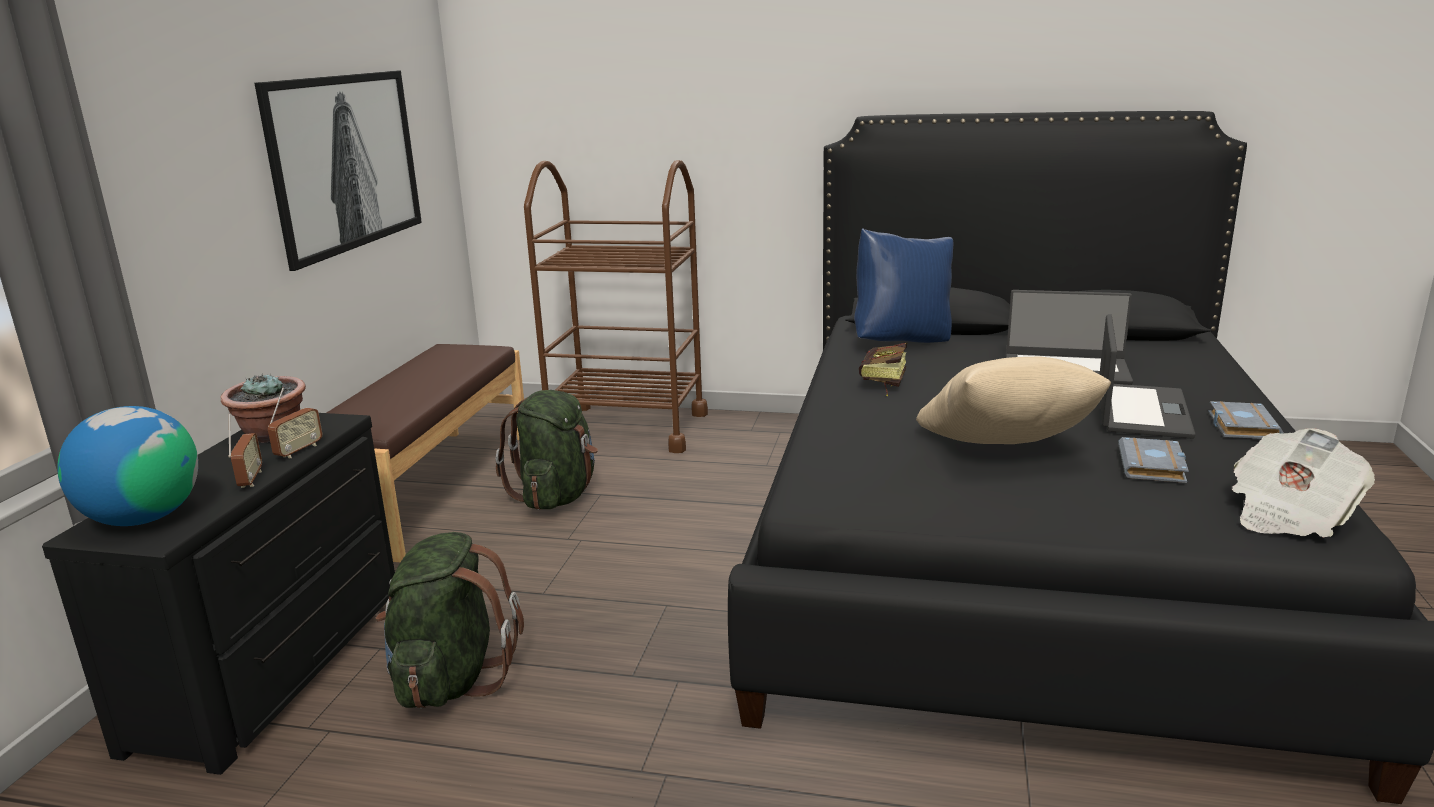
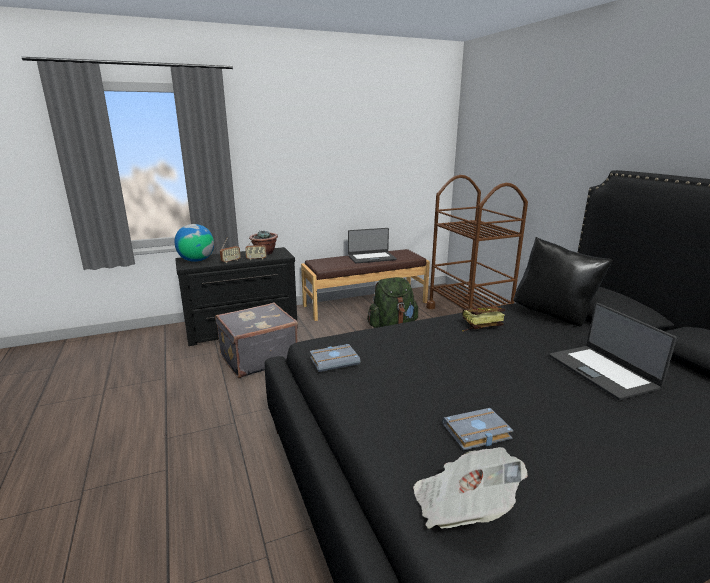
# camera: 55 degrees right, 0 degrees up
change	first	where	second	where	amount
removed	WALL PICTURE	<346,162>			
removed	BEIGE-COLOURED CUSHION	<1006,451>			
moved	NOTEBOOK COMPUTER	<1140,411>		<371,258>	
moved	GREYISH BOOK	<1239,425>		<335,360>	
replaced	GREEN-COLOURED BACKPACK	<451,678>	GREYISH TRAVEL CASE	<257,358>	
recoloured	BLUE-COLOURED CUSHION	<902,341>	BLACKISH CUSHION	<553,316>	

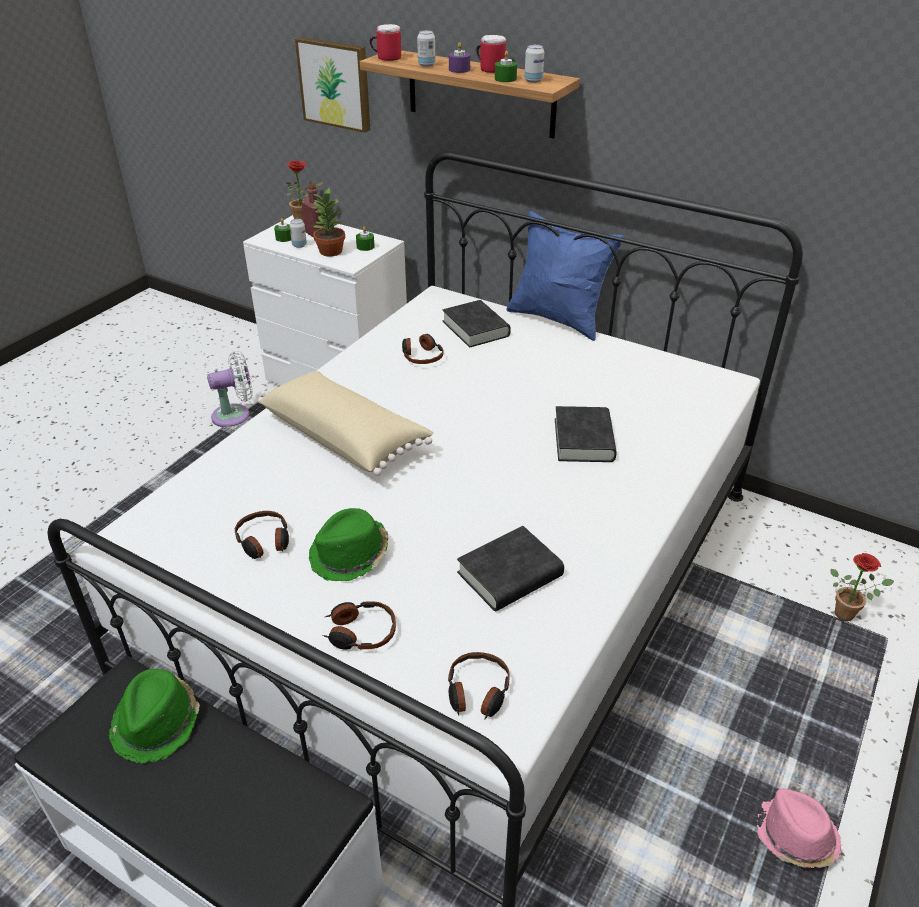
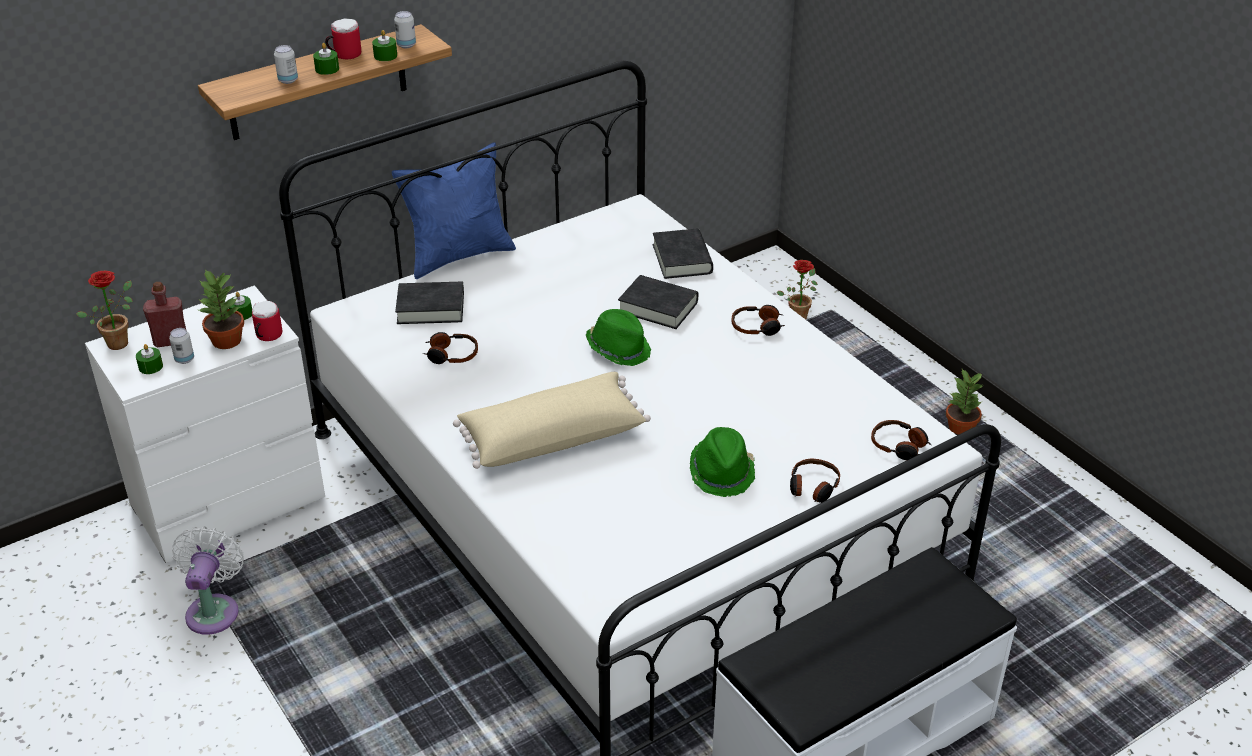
# camera: 65 degrees left, 0 degrees up
change	first	where	second	where	amount
removed	WALL PICTURE	<336,83>			
moved	GREEN-COLOURED CLOTHING HAT	<158,723>		<619,349>	
moved	HEADSET	<264,541>		<757,327>	
moved	TEA MUG	<386,58>		<266,336>	
moved	BLACKISH BOOK	<510,575>		<682,259>	
replaced	PINK CLOTHING HAT	<794,836>	POTTED PLANT	<961,428>	
recoloured	PURPLISH WAX CANDLE	<459,69>	GREEN-COLOURED WAX CANDLE	<327,69>	

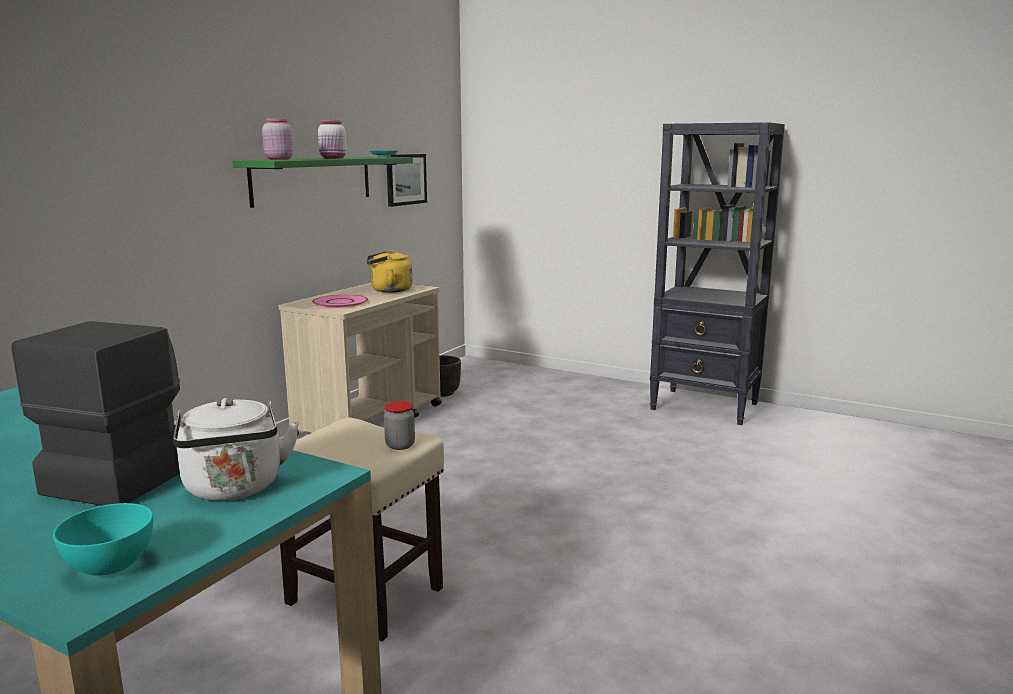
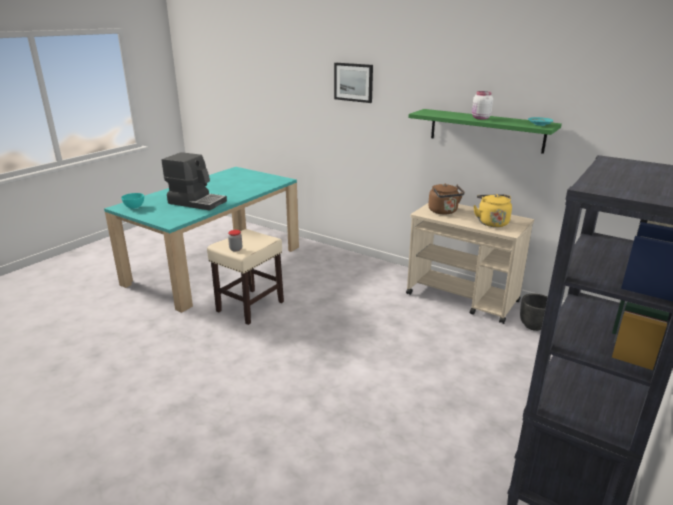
# camera: 95 degrees right, 10 degrees up
change	first	where	second	where	amount
removed	WHITE TEA KETTLE	<235,489>			
removed	PINK STORAGE JAR	<278,159>			
moved	WALL PICTURE	<405,179>		<353,82>	
replaced	PINK FLAT DISH	<340,302>	BROWNISH TEA KETTLE	<444,211>	

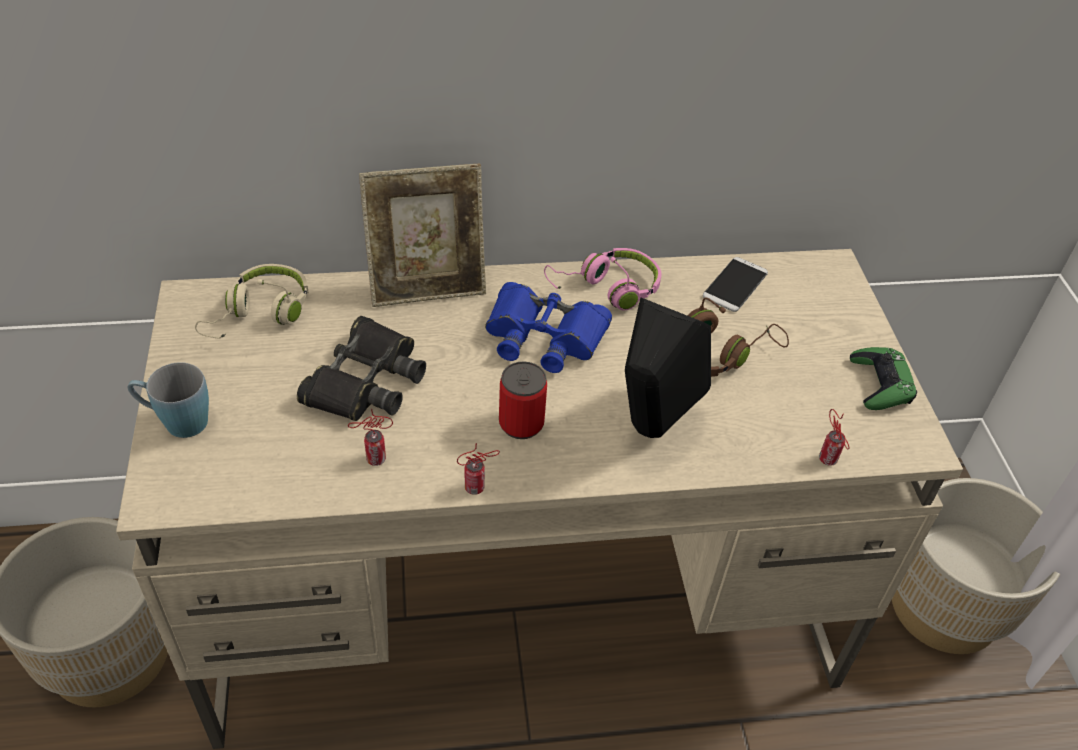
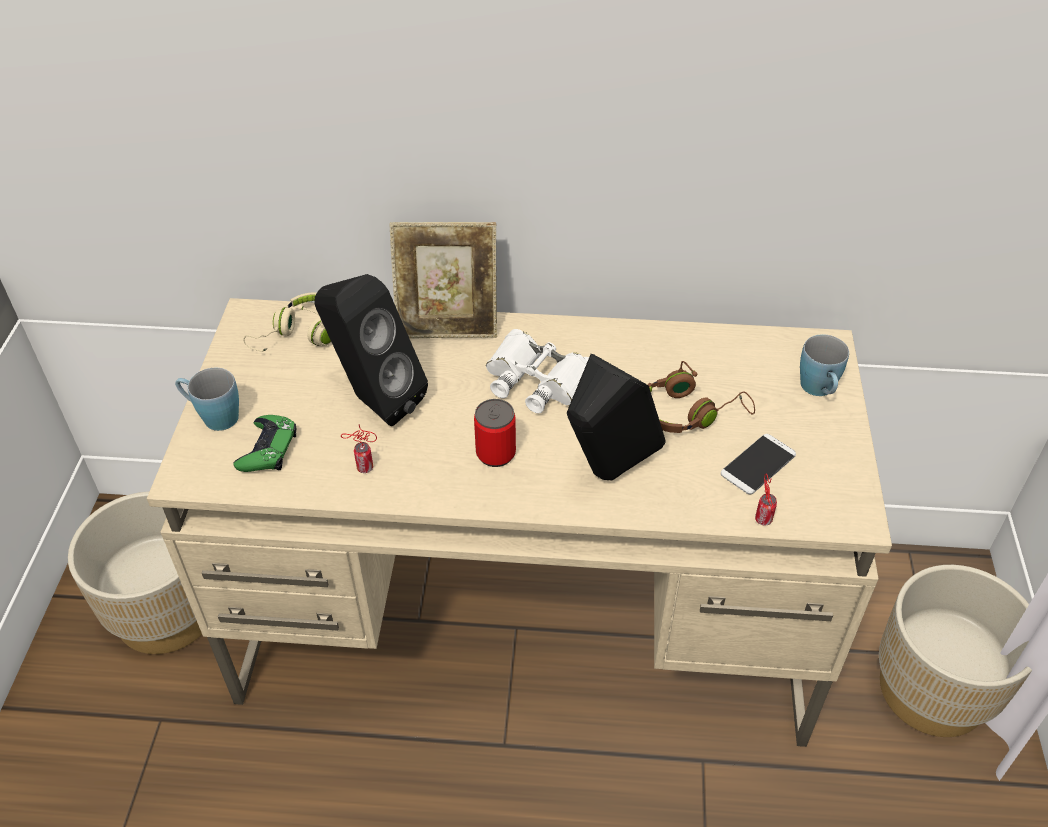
# camera: 15 degrees right, 0 degrees up
change	first	where	second	where	amount
removed	SEALED CAN	<477,487>			
removed	PINK HEADSET	<607,289>			
added			BLUE-COLOURED TEA MUG	<819,391>	
moved	PHONE	<735,285>		<758,464>	
moved	GREEN-COLOURED GAMEPAD	<880,384>		<268,449>	
replaced	BLACKISH FIELD GLASSES	<366,380>	BLACKISH SPEAKER	<374,401>	
recoloured	BLUE-COLOURED FIELD GLASSES	<544,336>	WHITE FIELD GLASSES	<538,380>	

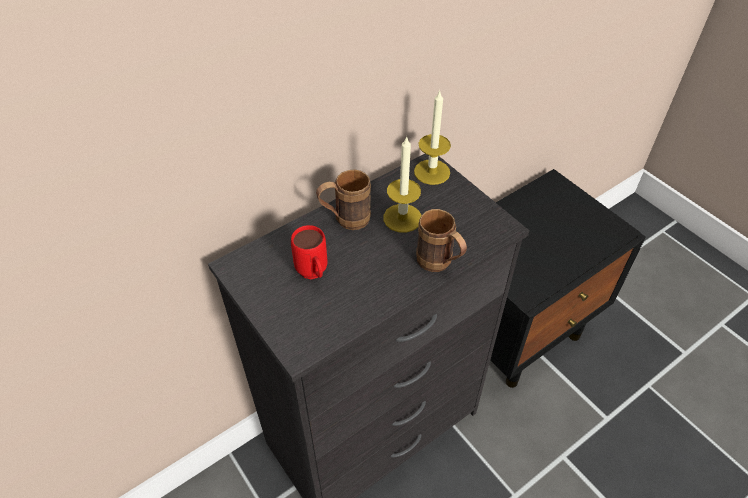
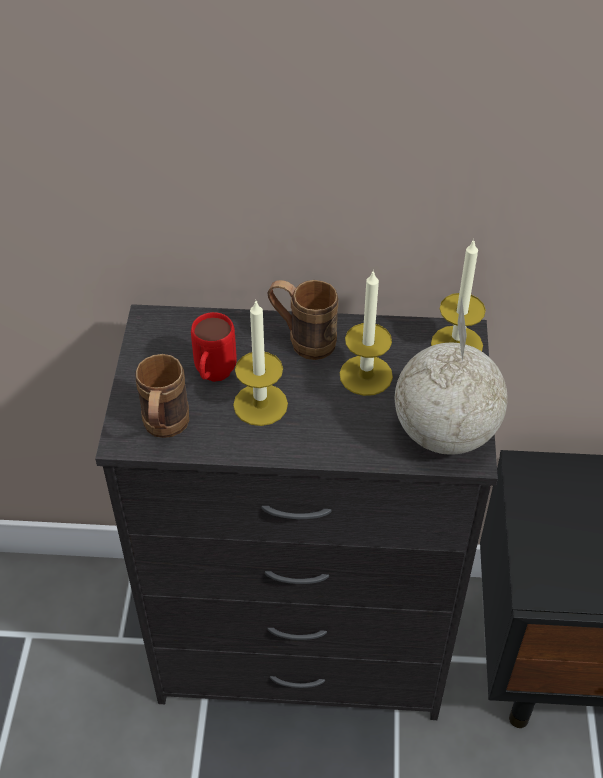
# camera: 40 degrees right, 0 degrees up
change	first	where	second	where	amount
added			WAX CANDLE	<260,404>	
added			GLOBE	<445,432>	
moved	BROWNISH TEA MUG	<439,265>		<164,430>	

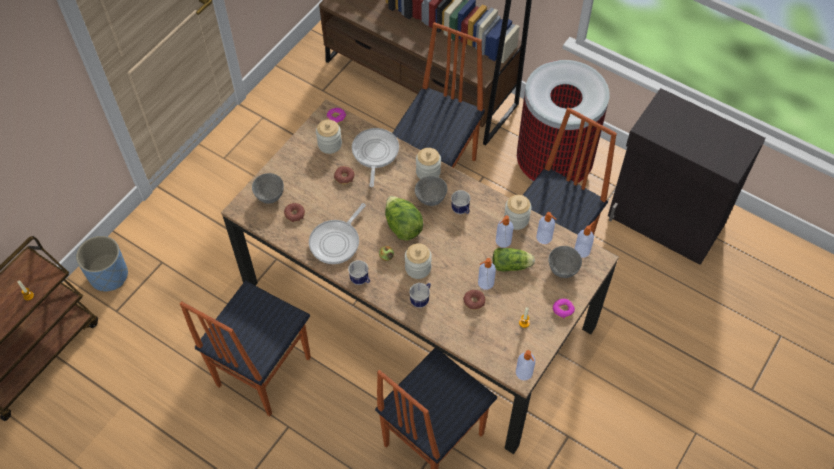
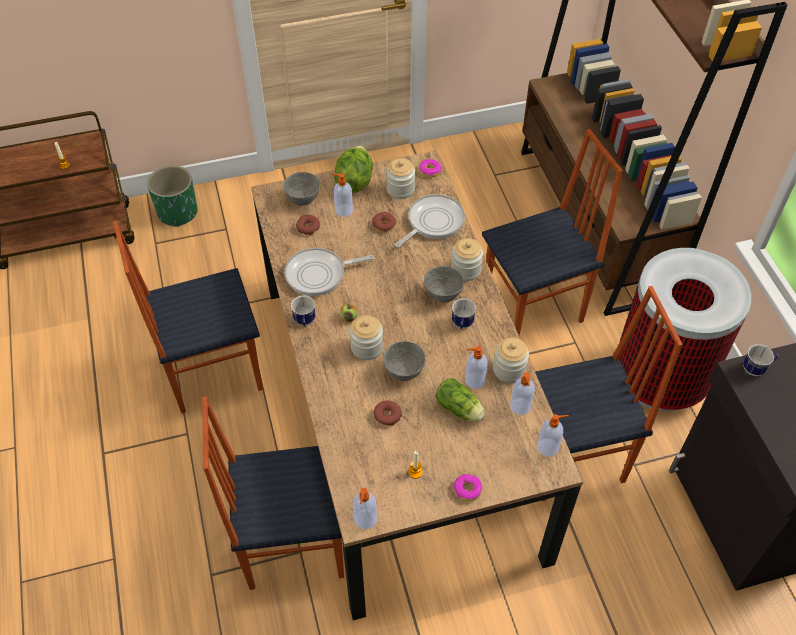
# camera: 40 degrees right, 5 degrees down
change	first	where	second	where	amount
moved	HEAD OF LETTUCE	<402,226>		<354,181>	
moved	TEA MUG	<421,299>		<756,369>	
moved	SOAP DISPENSER	<485,283>		<343,210>	
moved	GREYISH SERVING BOWL	<562,270>		<403,372>	
recoloured	BLUE-COLOURED PLANT POT	<109,275>	GREEN-COLOURED PLANT POT	<177,212>	

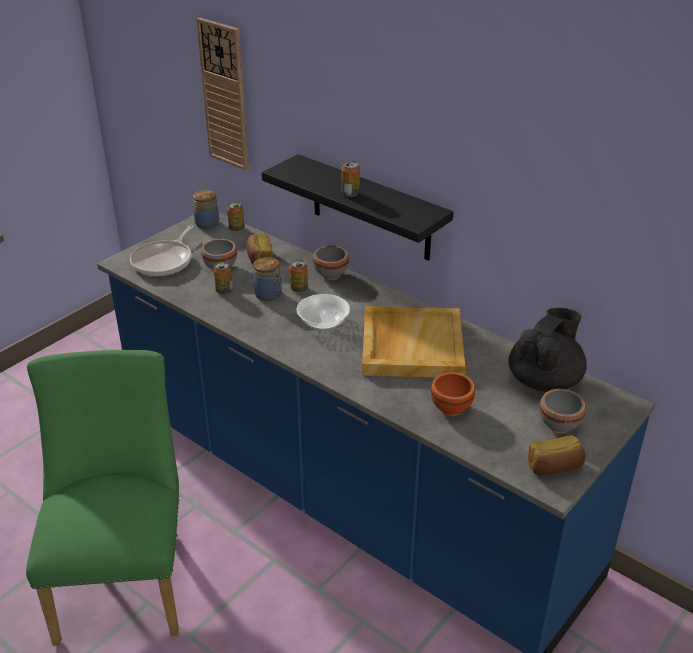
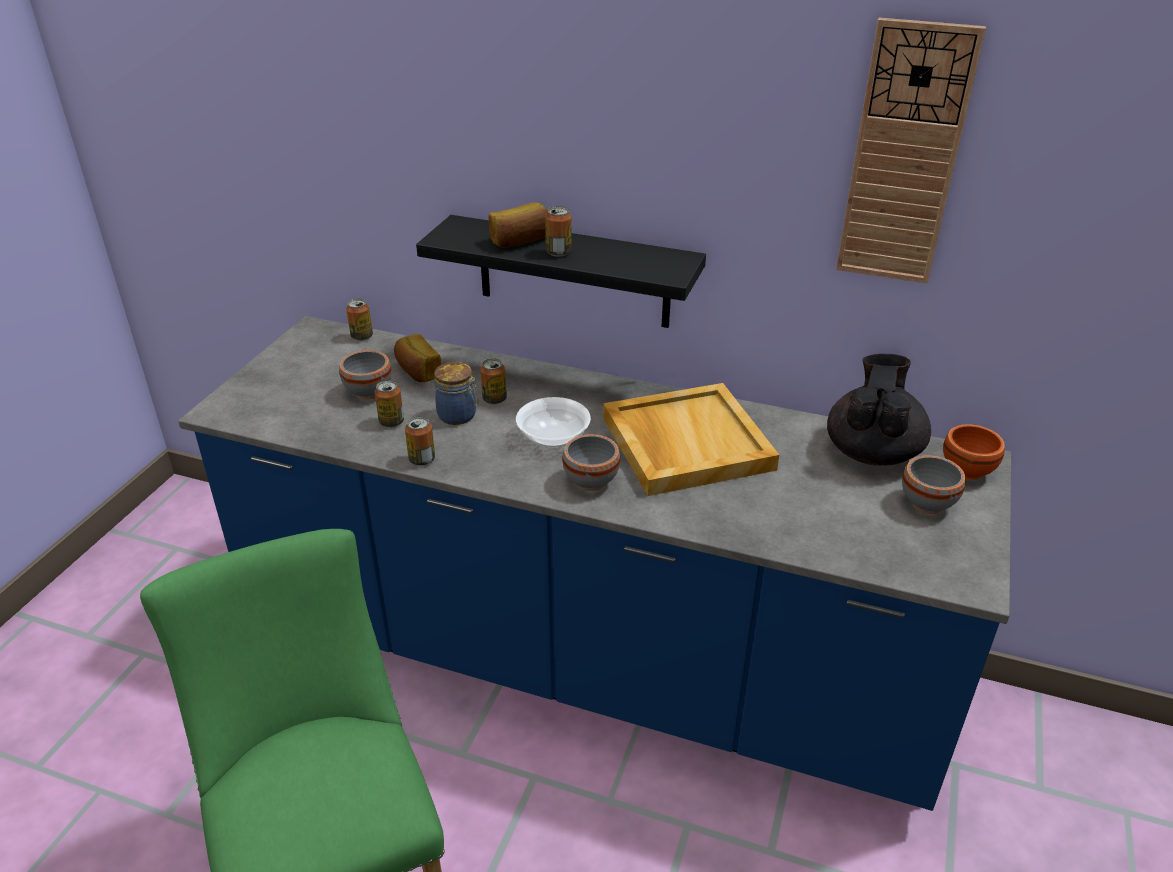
# camera: 20 degrees left, 0 degrees up
change	first	where	second	where	amount
removed	SKILLET	<164,261>			
removed	STORAGE JAR	<206,223>			
added			SEALED CAN	<422,460>	
moved	WALL CLOCK	<225,95>		<904,157>	
moved	GREYISH SERVING BOWL	<330,275>		<591,483>	
moved	BROWNISH SERVING BOWL	<452,409>		<969,471>	
moved	BAKERY BREAD	<554,467>		<521,240>	

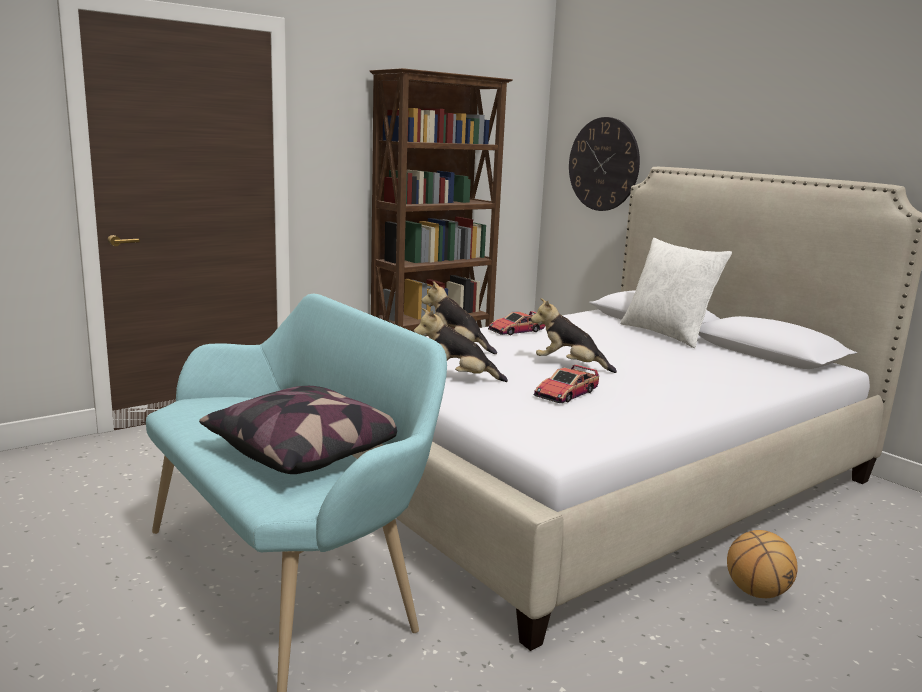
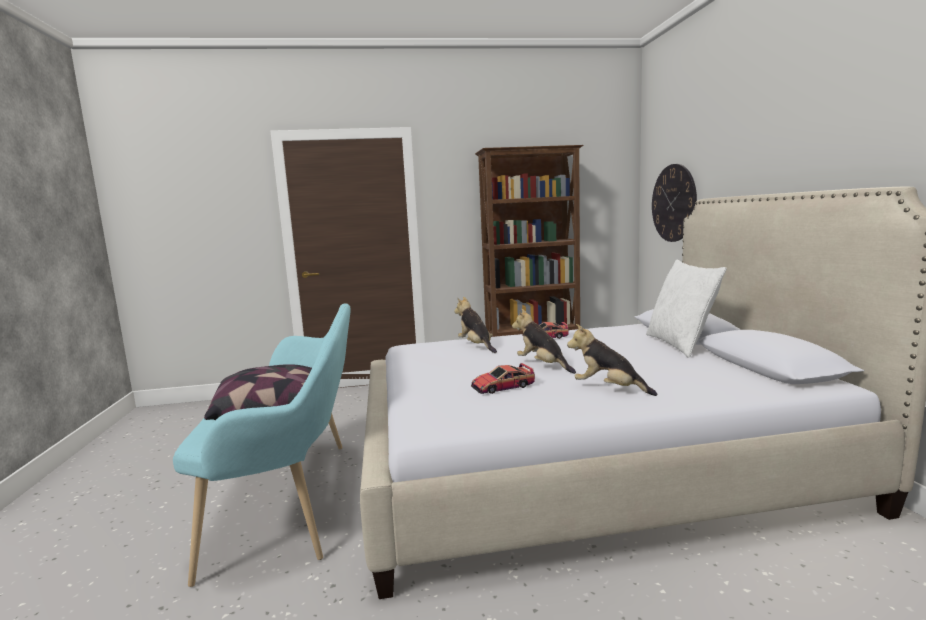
# camera: 30 degrees right, 5 degrees down
change	first	where	second	where	amount
removed	BALL FOR BASKETBALL	<756,592>			
moved	PLUSH TOY	<457,379>		<608,389>	

